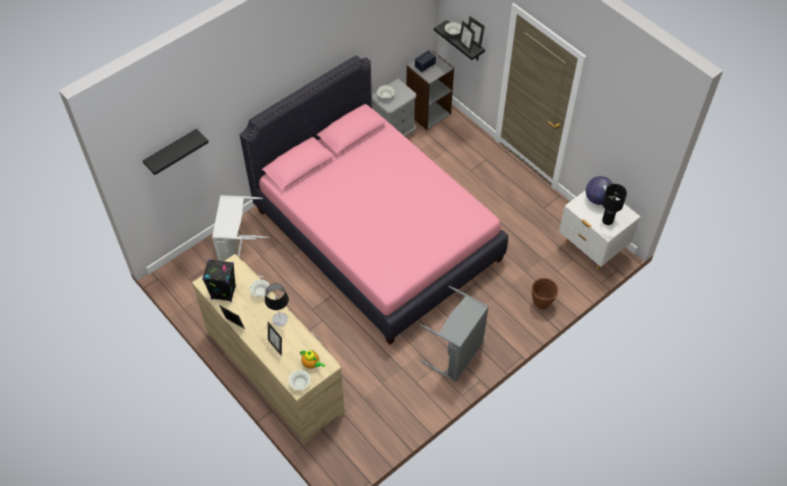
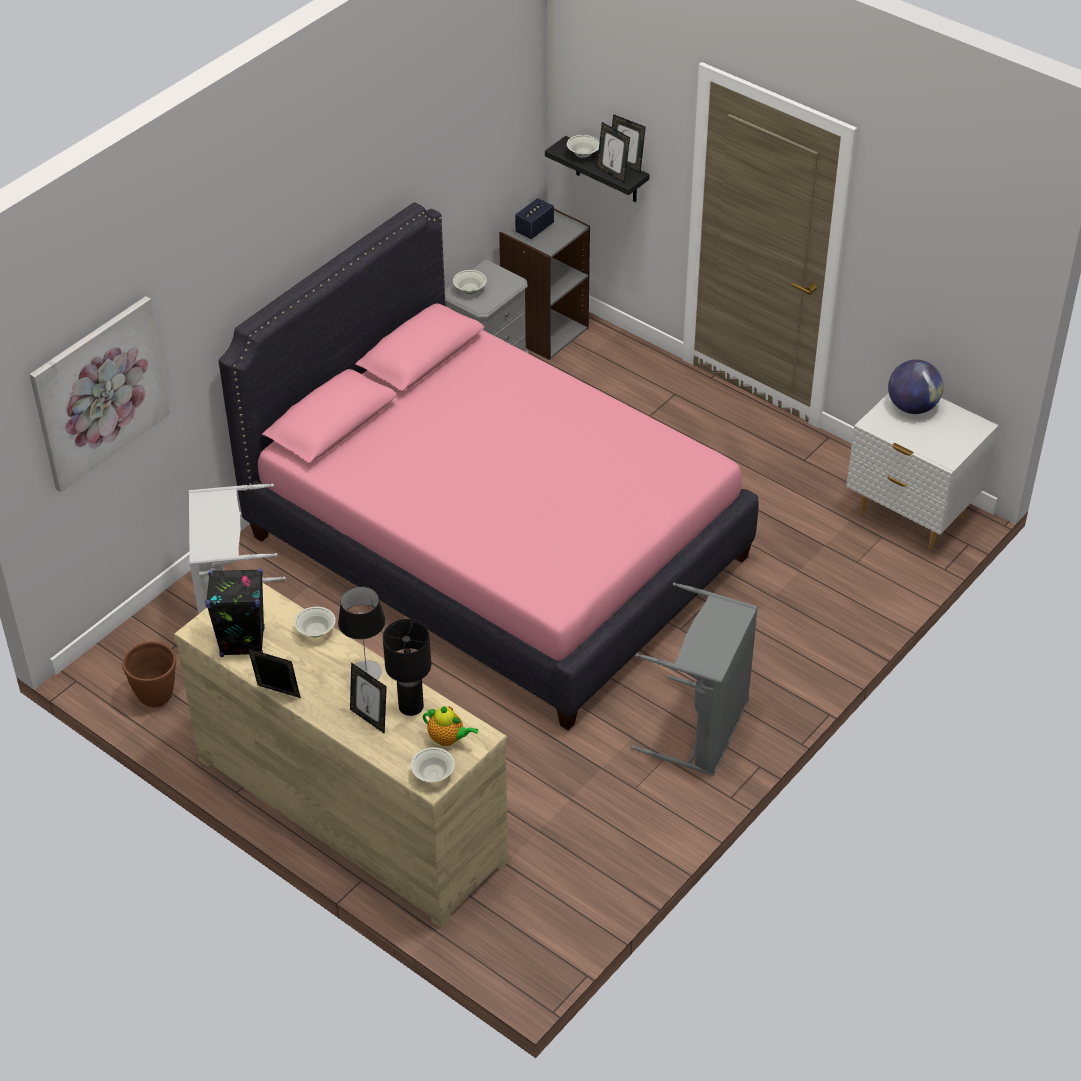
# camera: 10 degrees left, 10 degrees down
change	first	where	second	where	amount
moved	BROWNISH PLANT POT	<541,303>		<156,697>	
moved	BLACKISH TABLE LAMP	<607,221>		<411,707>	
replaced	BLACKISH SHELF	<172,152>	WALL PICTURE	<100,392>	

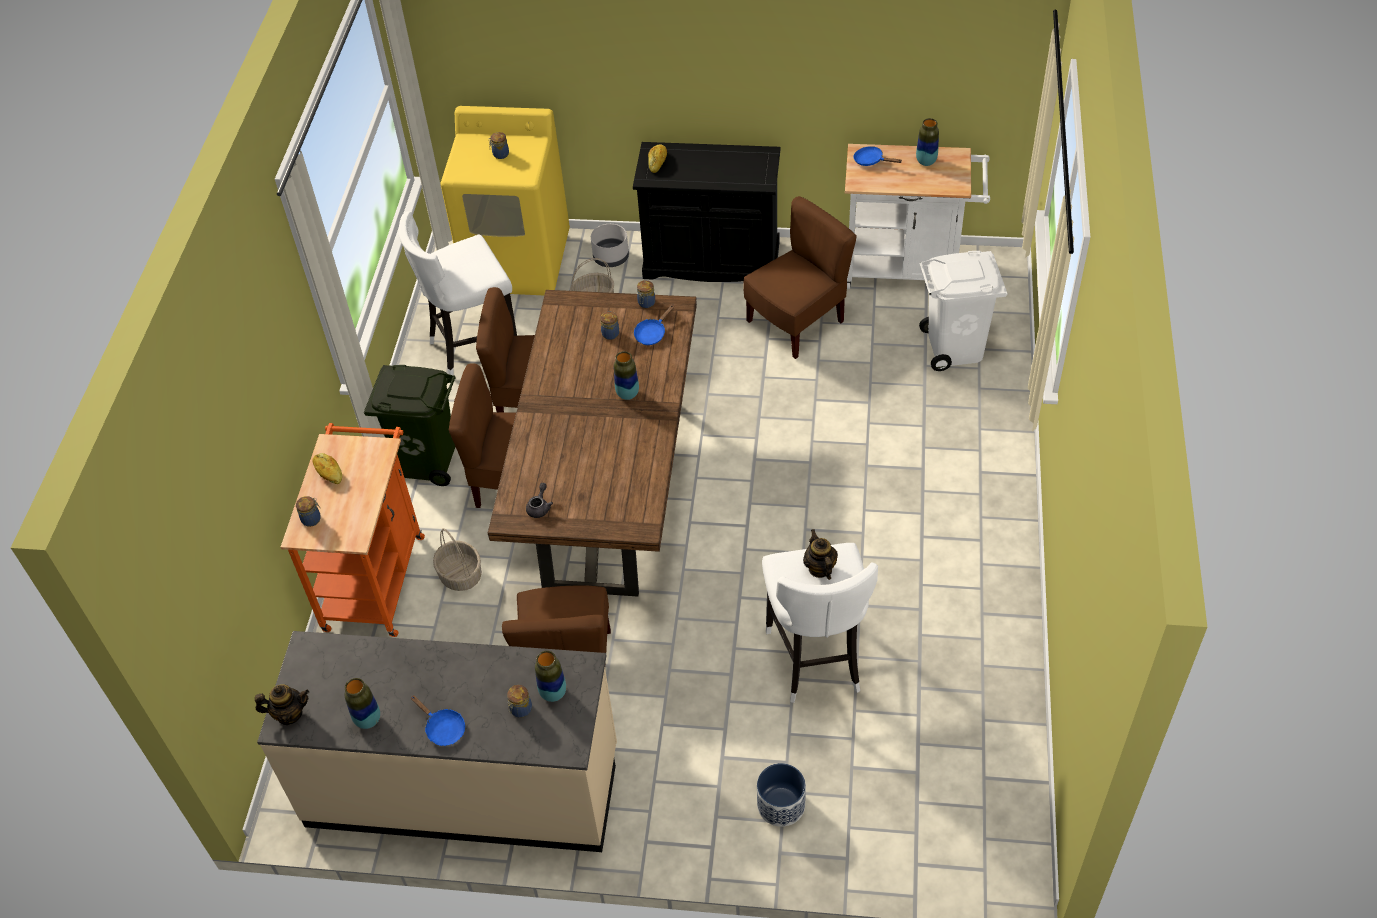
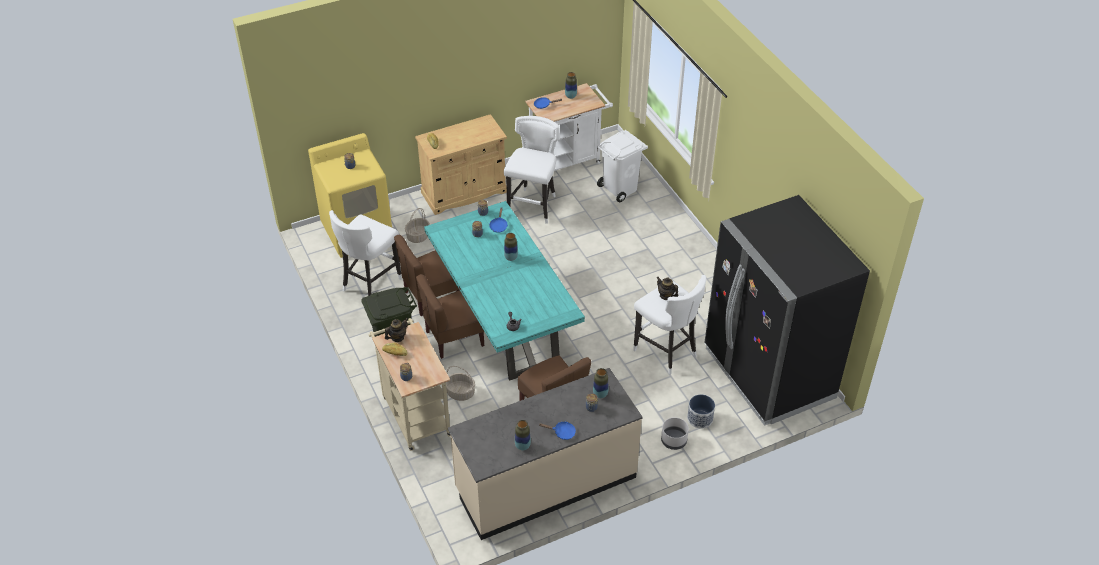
# camera: 35 degrees left, 5 degrees down
change	first	where	second	where	amount
added			BLACKISH FRIDGE	<768,373>	
moved	TEA POT	<289,714>		<397,337>	
moved	GREYISH PLANT POT	<611,257>		<674,440>	
replaced	BROWNISH UPRIGHT CHAIR	<797,323>	WHITE SITTING STOOL	<533,206>	
recoloured	ORANGEY TROLLEY	<375,575>	BEIGE-COLOURED TROLLEY	<414,413>	
recoloured	BROWNISH KITCHEN TABLE	<608,488>	TURQUOISE KITCHEN TABLE	<502,320>	
recoloured	BLACKISH STORAGE CABINET	<711,260>	BEIGE-COLOURED STORAGE CABINET	<464,192>	

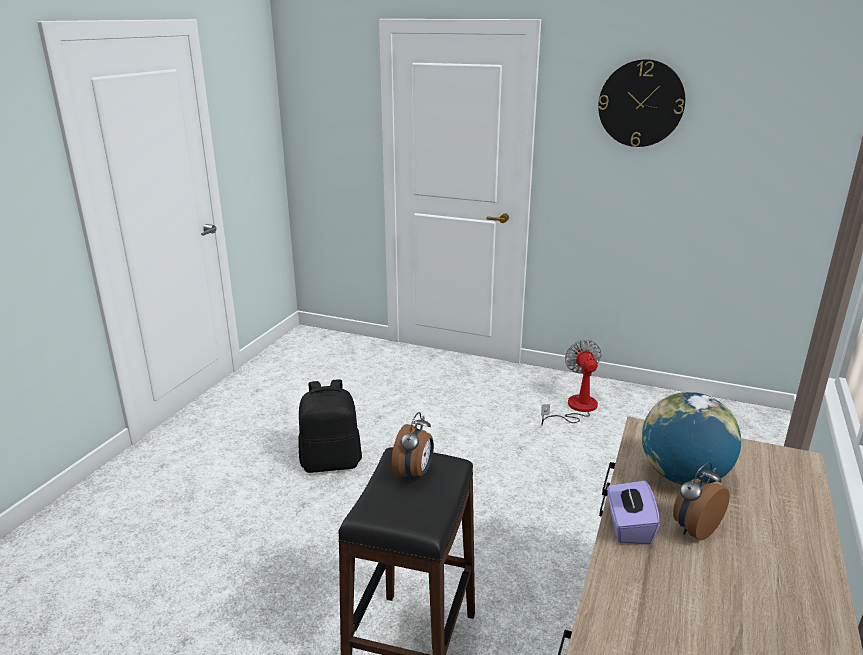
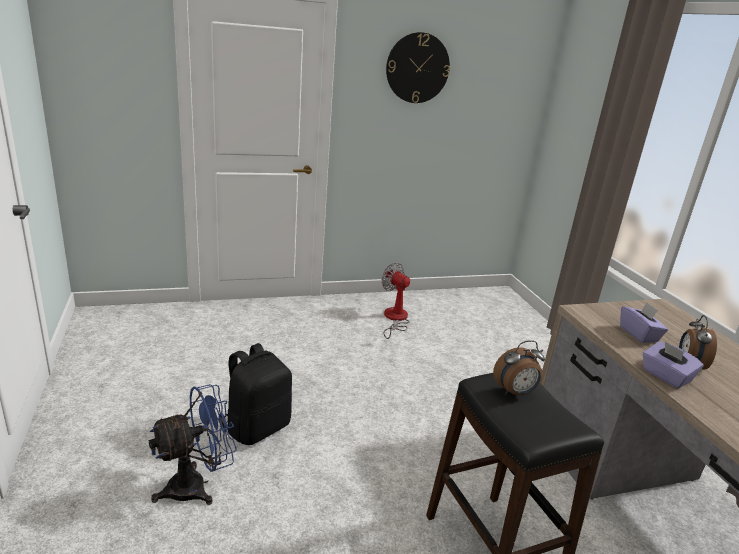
# camera: 40 degrees left, 0 degrees up
change	first	where	second	where	amount
added			BLUE-COLOURED COOLING FAN	<197,485>	
replaced	GLOBE	<683,477>	PURPLISH TISSUE HOLDER	<639,334>	
turned	TABLE CLOCK	<414,473>		<515,392>	90 degrees clockwise

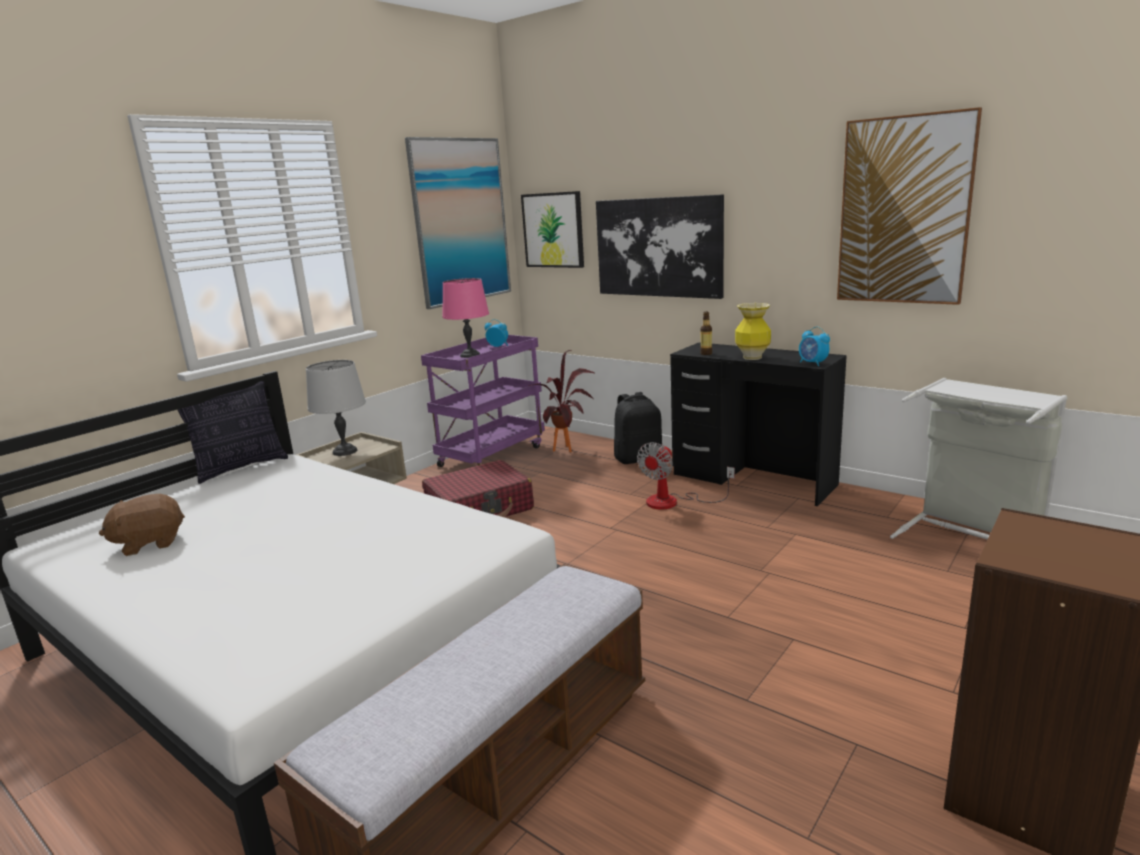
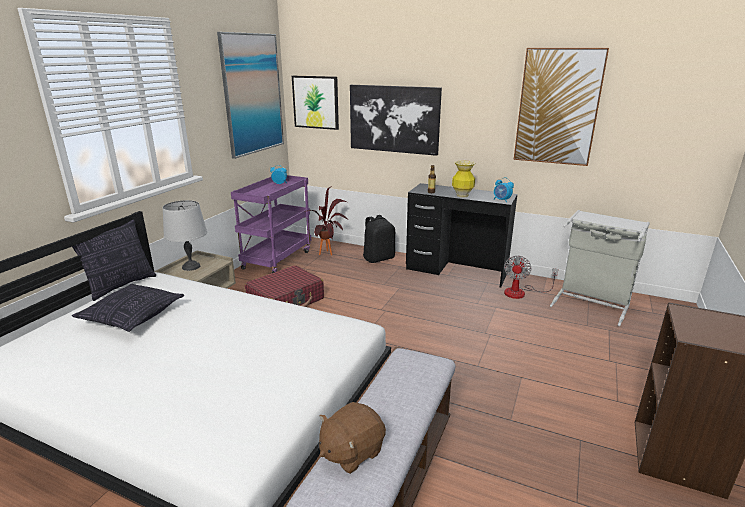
# camera: 15 degrees left, 5 degrees up
change	first	where	second	where	amount
removed	PINK TABLE LAMP	<469,355>			
added			CUSHION	<133,317>	
moved	BROWNISH PLUSH TOY	<150,543>		<351,451>	
moved	COOLING FAN	<673,502>		<521,292>	

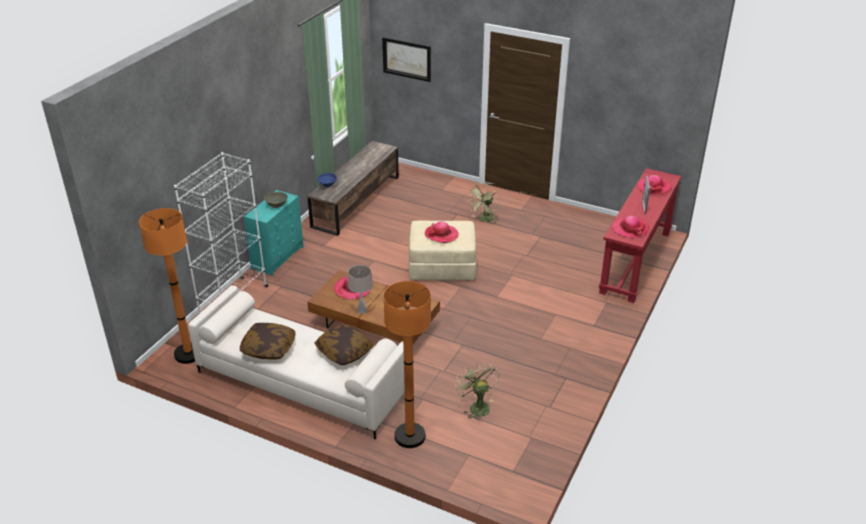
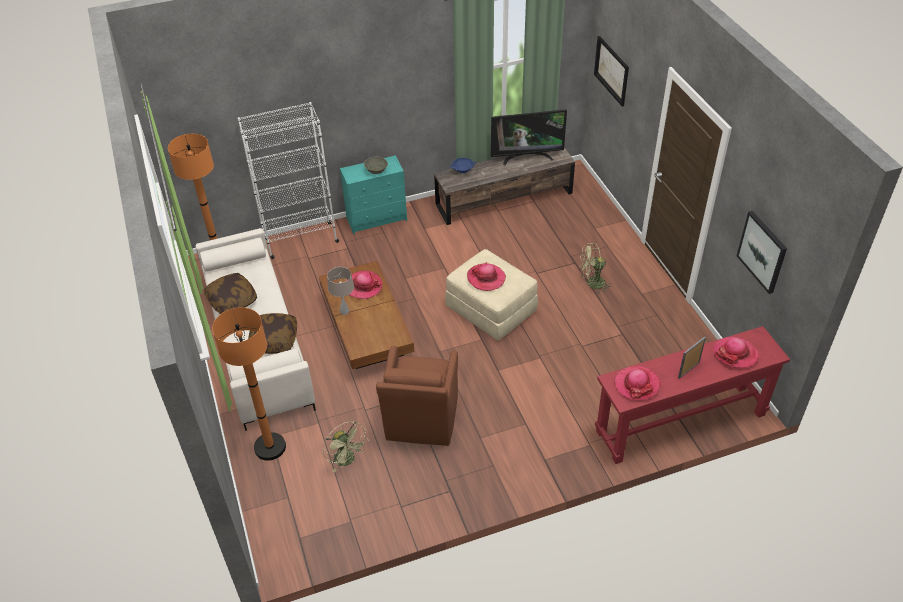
# camera: 45 degrees right, 10 degrees up
change	first	where	second	where	amount
added			BROWNISH LOUNGE CHAIR	<421,420>	
added			TV	<526,157>	
added			WALL PICTURE	<762,251>	
turned	GREEN-COLOURED COOLING FAN	<476,406>		<347,460>	120 degrees clockwise

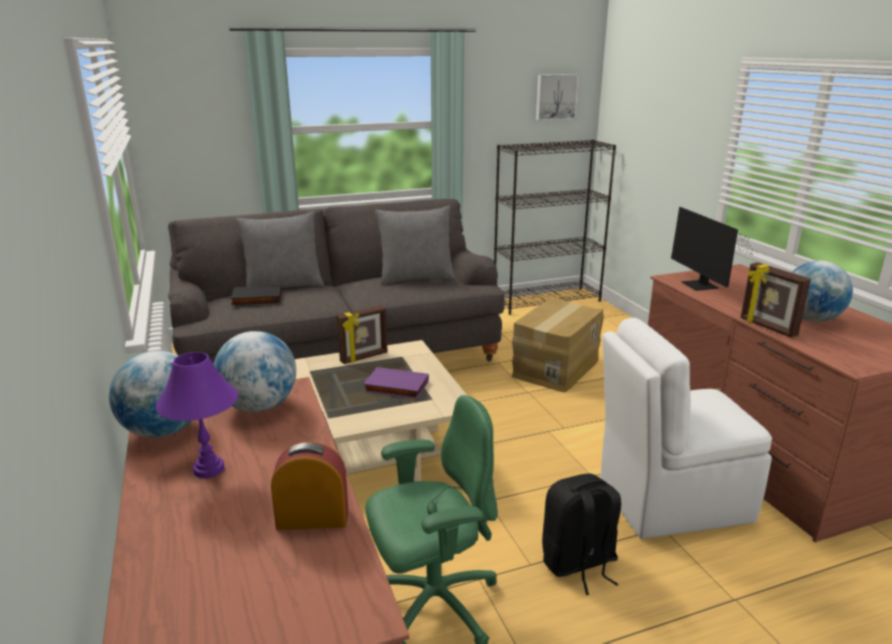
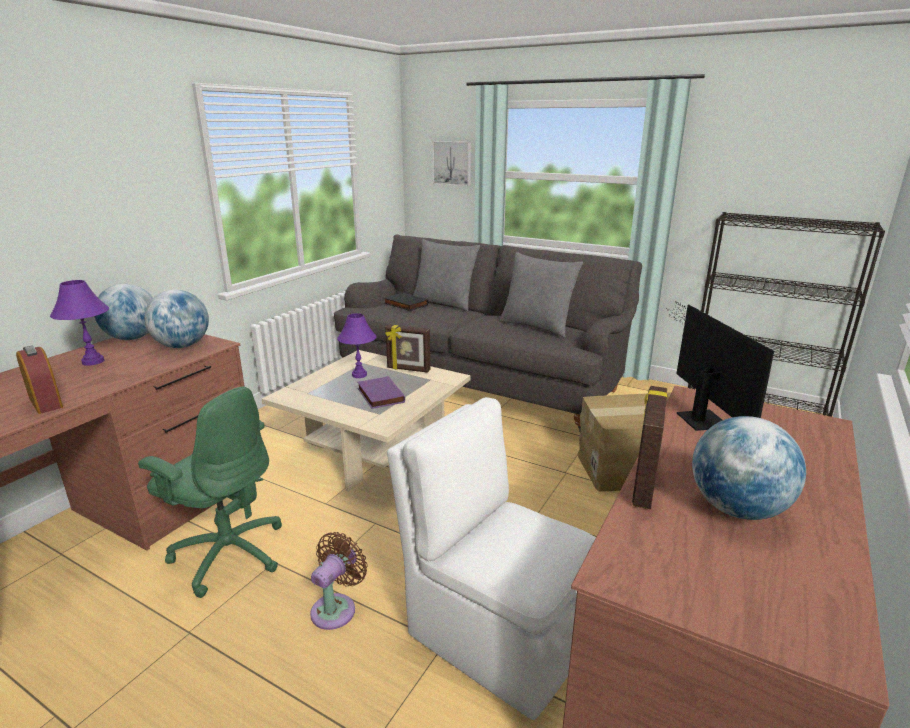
# camera: 50 degrees right, 0 degrees up
change	first	where	second	where	amount
added			PURPLISH TABLE LAMP	<359,375>	
moved	WALL PICTURE	<556,97>		<452,163>	
replaced	BLACKISH BACKPACK	<578,564>	BROWNISH COOLING FAN	<336,608>	
turned	MONITOR	<701,287>		<700,417>	135 degrees clockwise

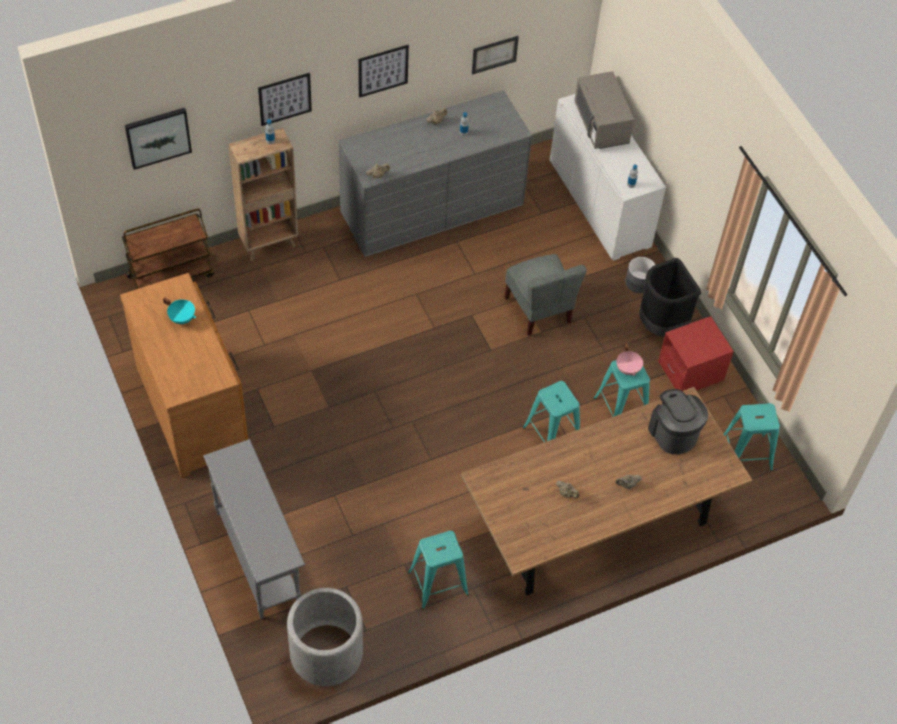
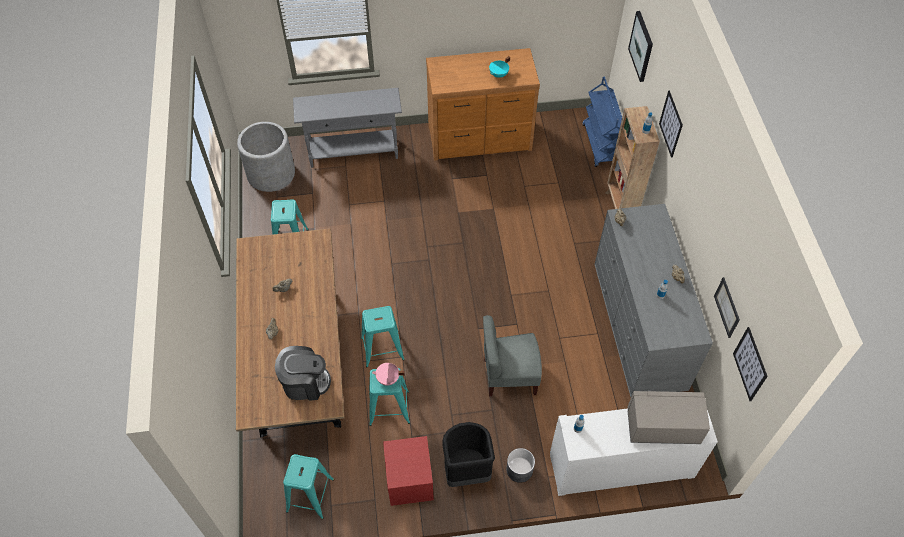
# camera: 110 degrees right, 0 degrees up
change	first	where	second	where	amount
moved	WALL PICTURE	<383,70>		<750,364>	
recoloured	BROWNISH TROLLEY	<171,275>	BLUE-COLOURED TROLLEY	<601,144>	

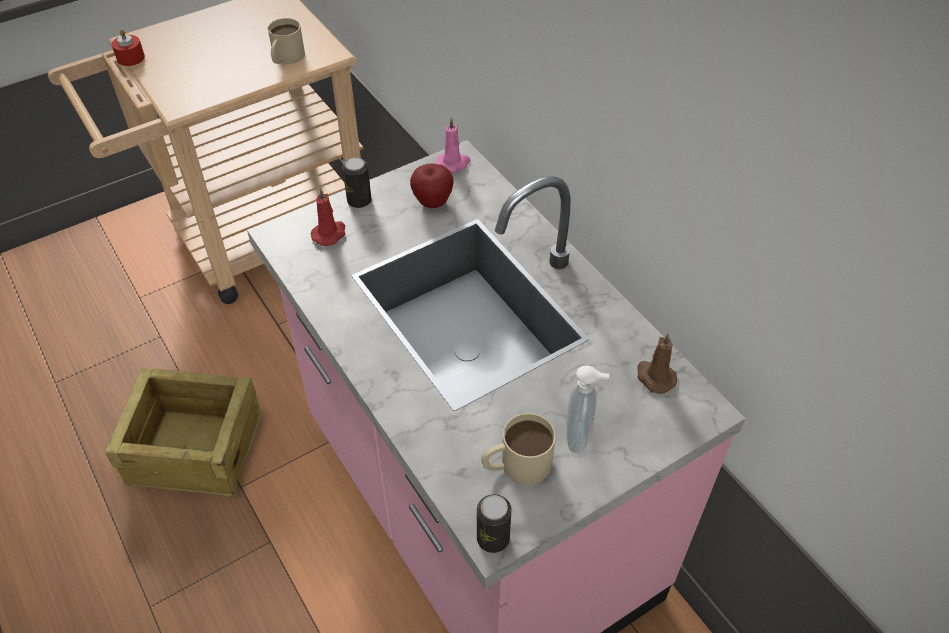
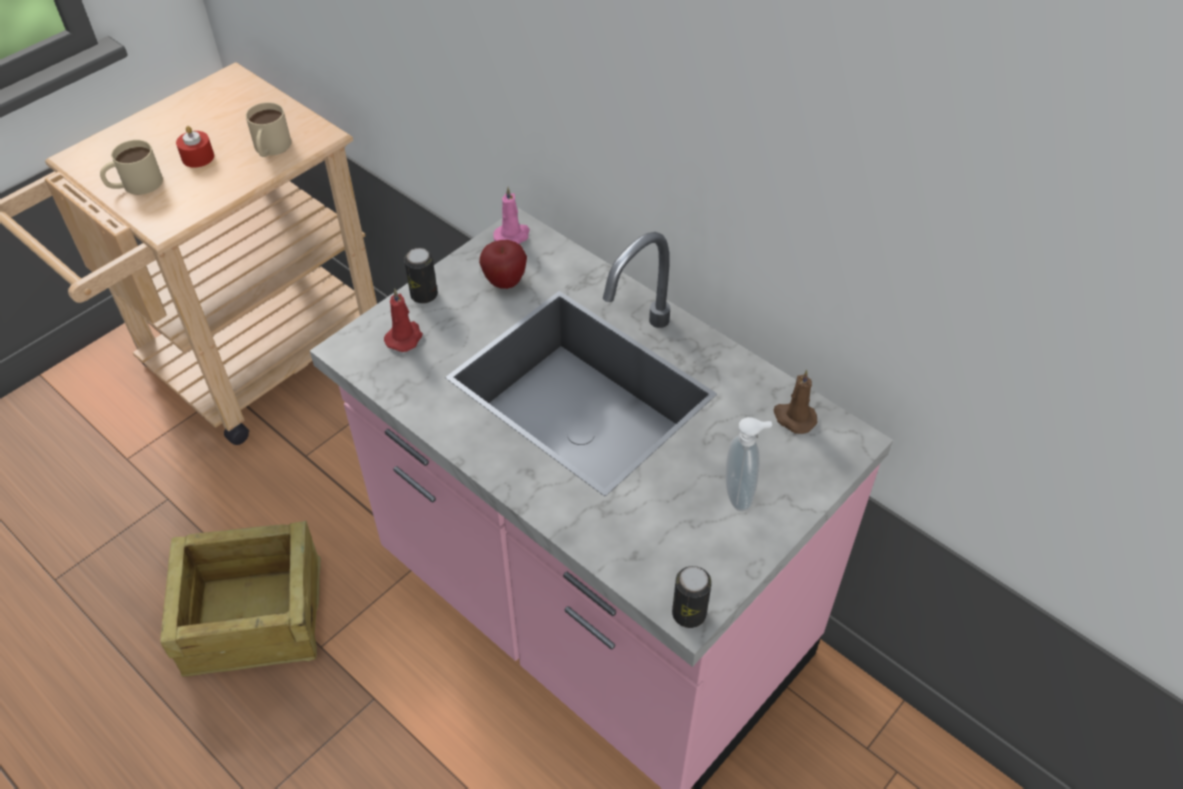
# camera: 15 degrees left, 0 degrees up
change	first	where	second	where	amount
moved	REDDISH WAX CANDLE	<130,58>		<198,157>	
moved	BEIGE-COLOURED TEA MUG	<516,465>		<135,185>	

